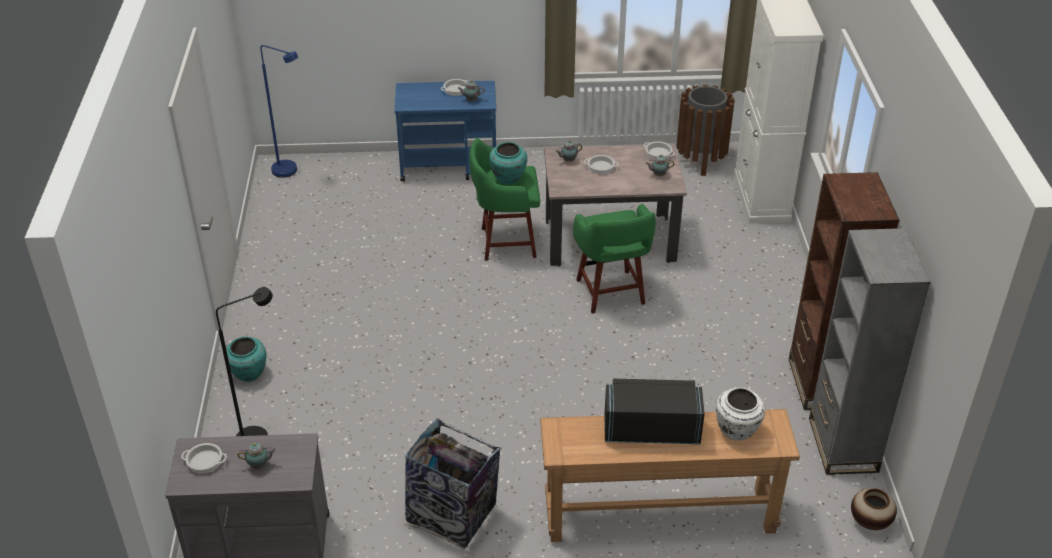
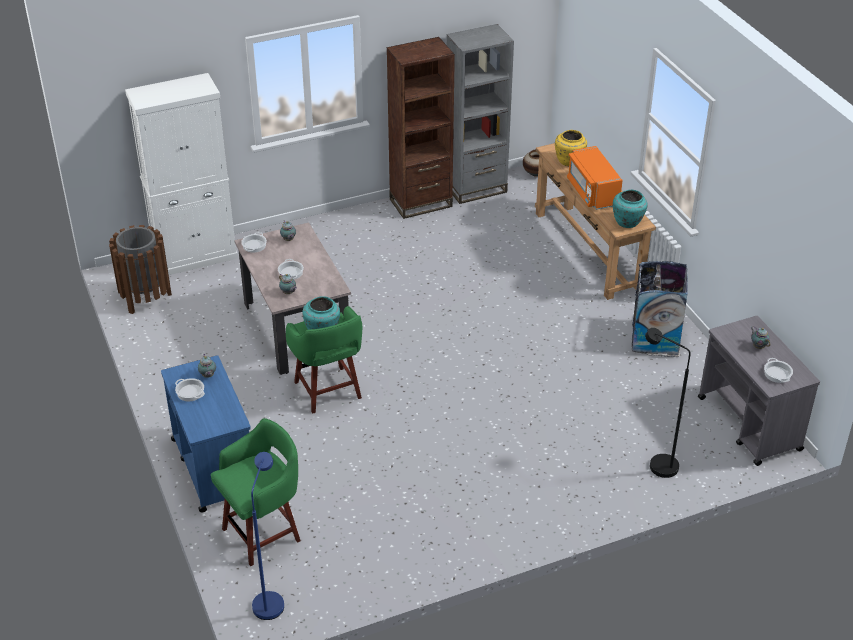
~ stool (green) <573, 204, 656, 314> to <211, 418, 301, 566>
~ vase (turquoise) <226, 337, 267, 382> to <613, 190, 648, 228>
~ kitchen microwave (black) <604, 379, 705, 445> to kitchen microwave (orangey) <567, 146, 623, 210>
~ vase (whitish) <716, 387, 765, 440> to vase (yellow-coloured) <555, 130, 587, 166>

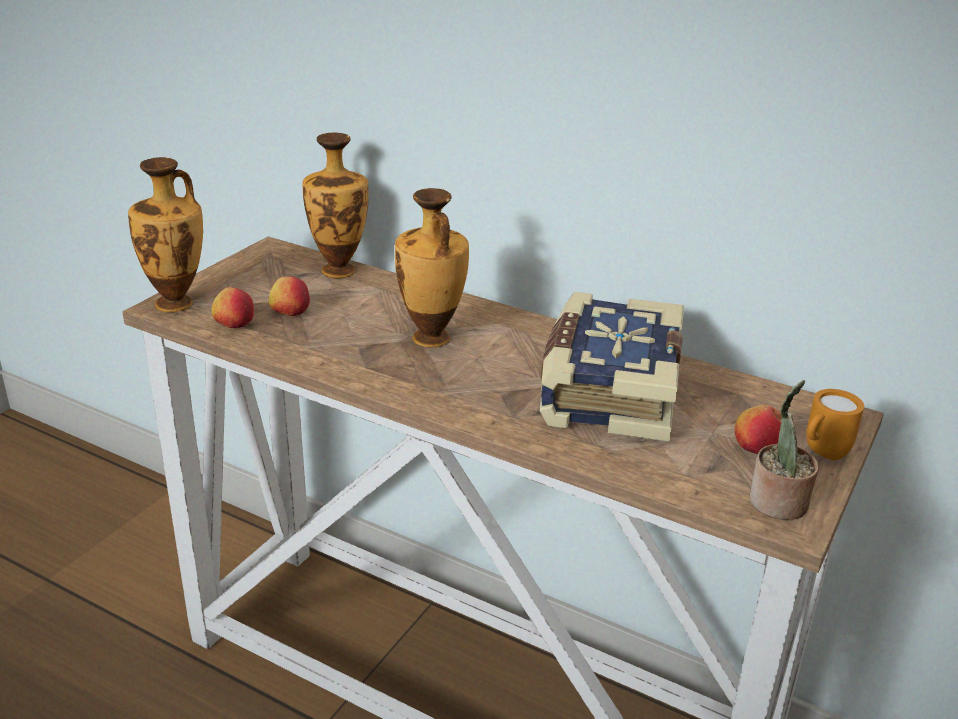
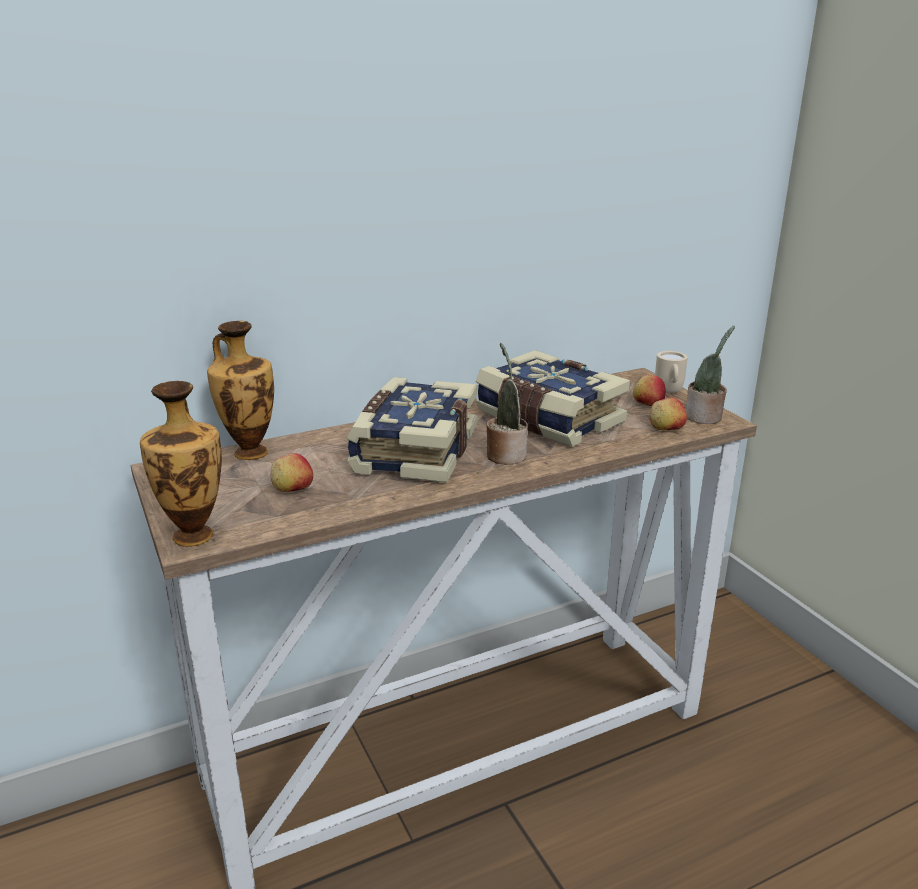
~ vase <395, 188, 469, 347> to book <346, 377, 477, 483>
~ whole apple <211, 287, 254, 328> to <649, 397, 687, 430>
~ coffee mug (orangey) <806, 389, 864, 460> to coffee mug (beige) <655, 351, 688, 393>
+ houseplant <487, 343, 528, 465>

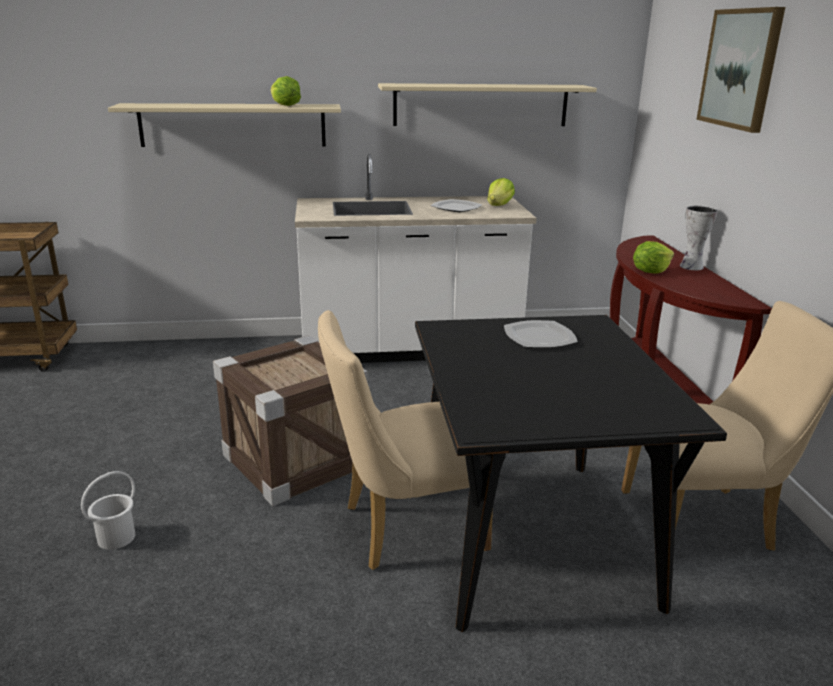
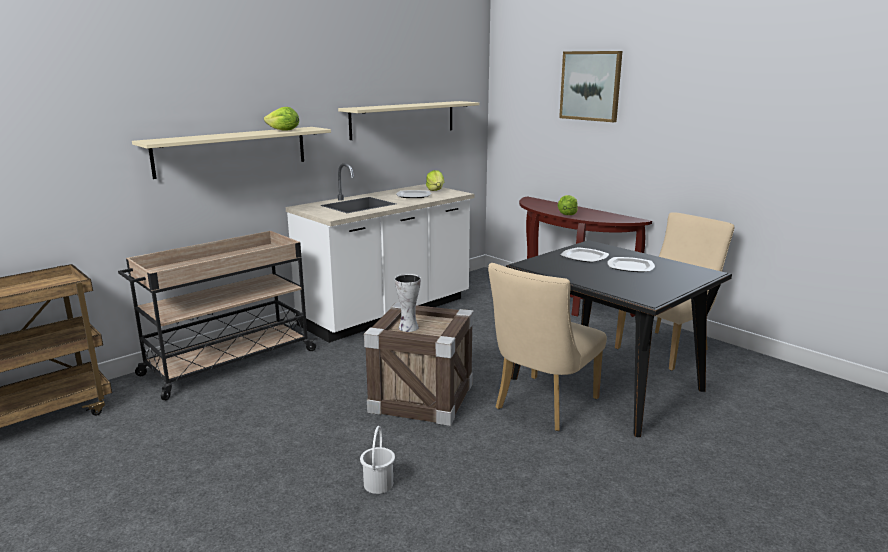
~ vase <680, 206, 718, 270> to <395, 274, 421, 332>
+ cart (beige) <118, 231, 318, 400>
+ dinner plate <607, 257, 655, 272>

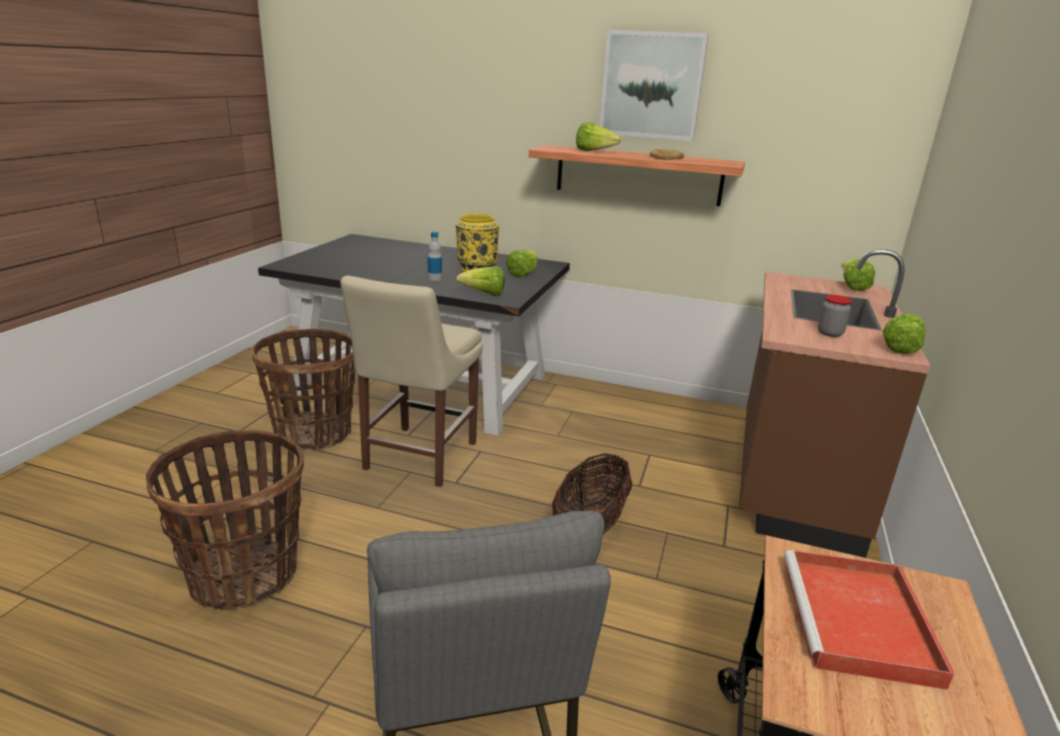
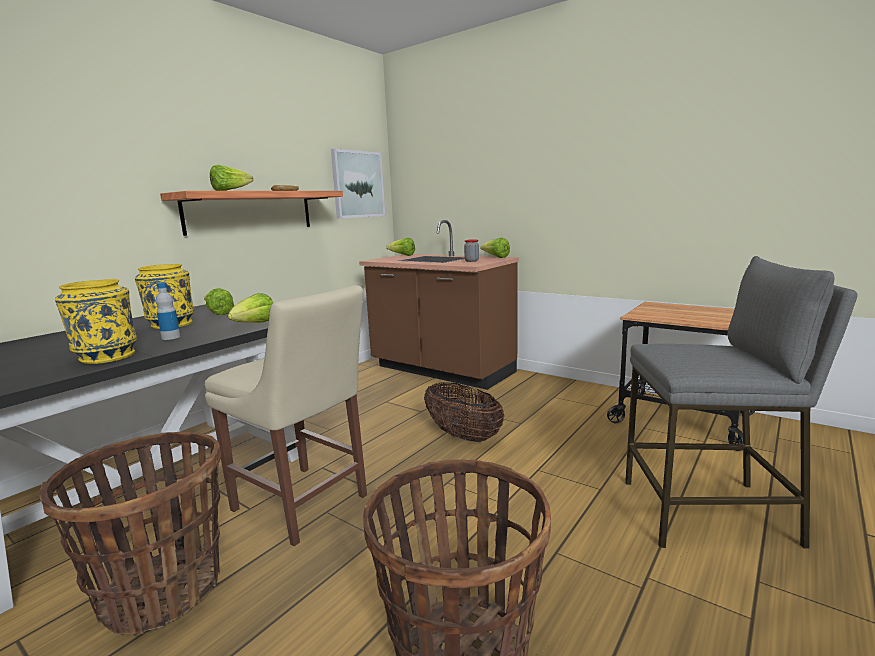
~ wall art <599, 30, 709, 141> to <331, 149, 385, 219>
- carrying tray (red-coloured) <784, 550, 955, 690>
+ vase (yellow-coloured) <55, 279, 137, 364>

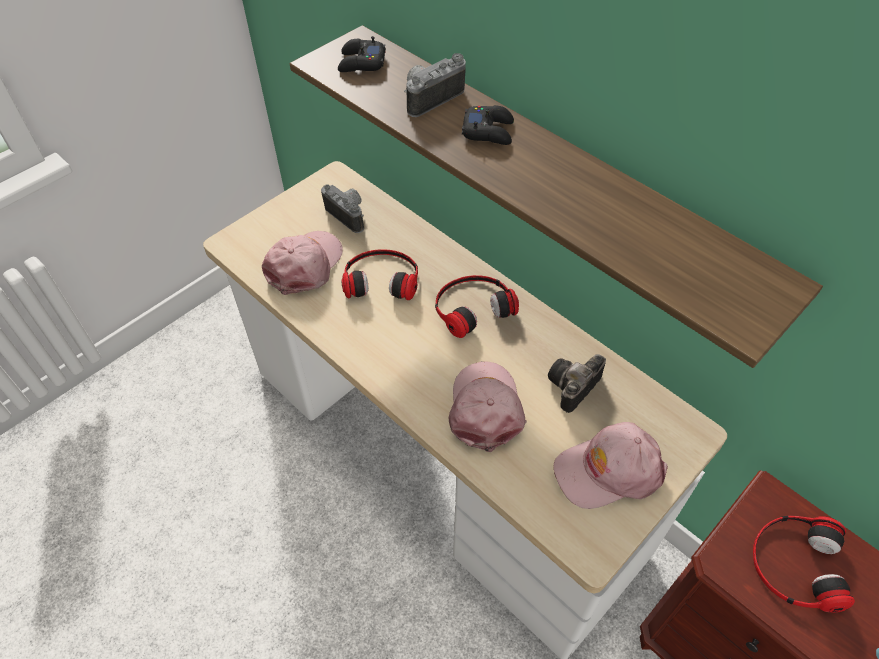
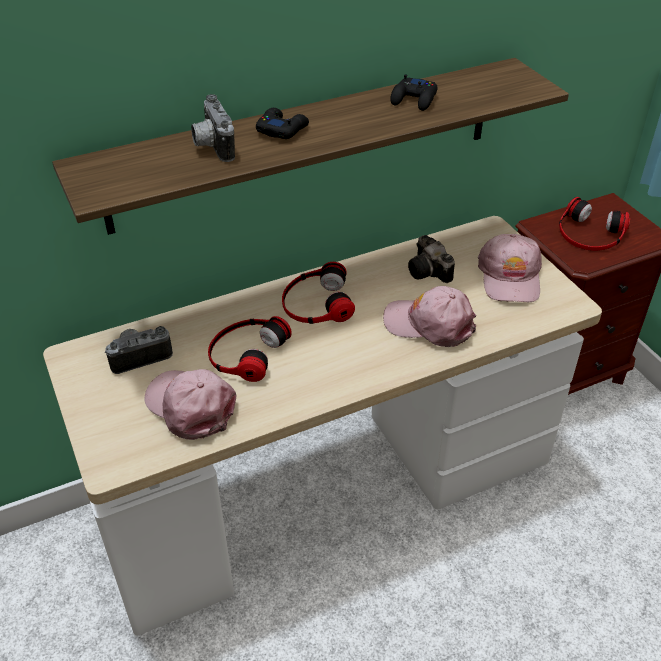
~ gamepad (black) <338, 36, 386, 72> to <390, 74, 437, 111>

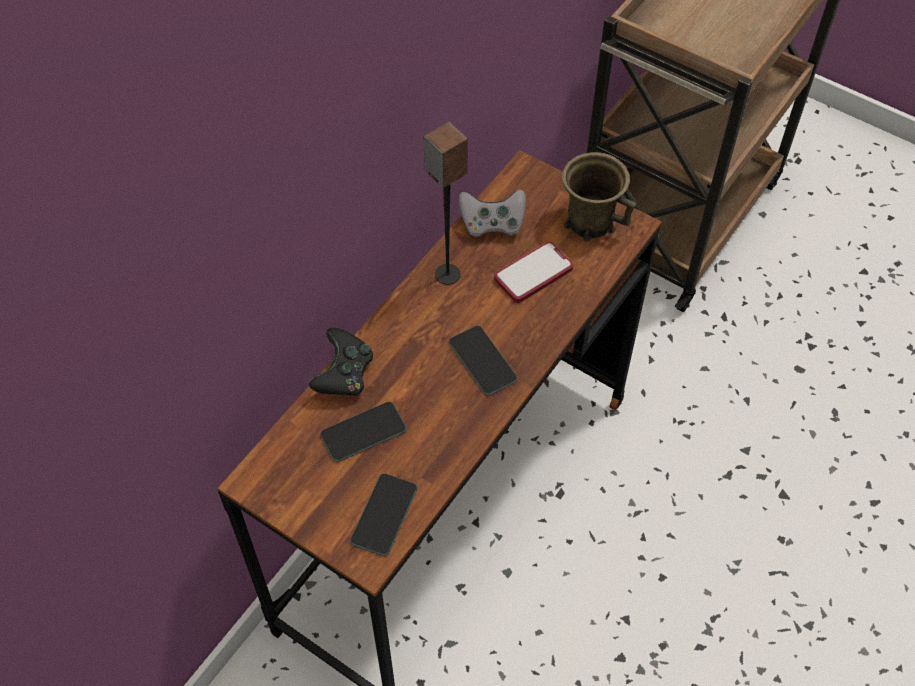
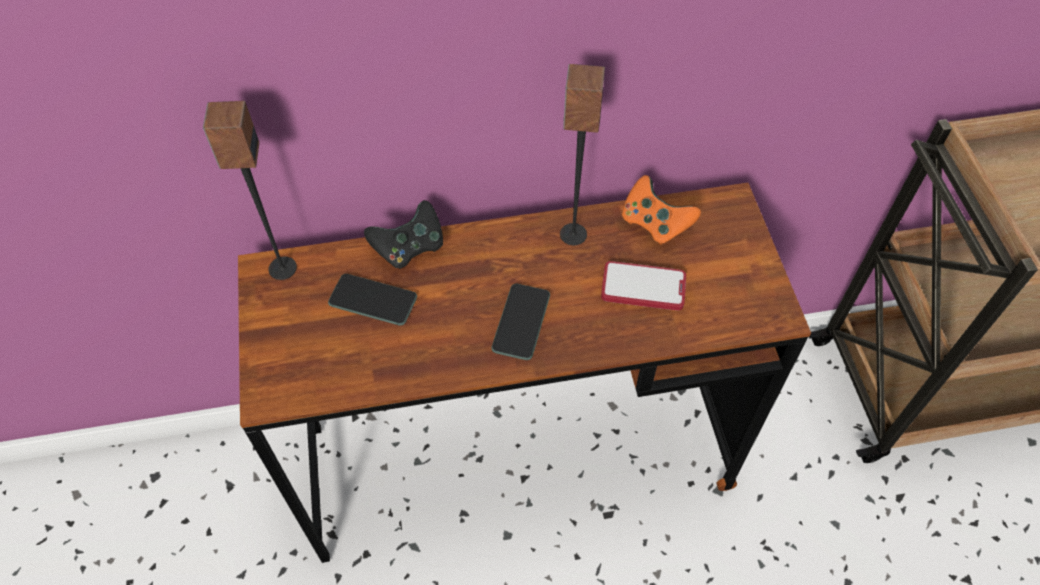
- coffee mug (brown-coloured) <562, 152, 636, 242>
~ gamepad (gray) <458, 190, 526, 238> to gamepad (orangey) <622, 175, 701, 245>
- handset <350, 473, 418, 556>
+ audio speaker <203, 101, 297, 280>

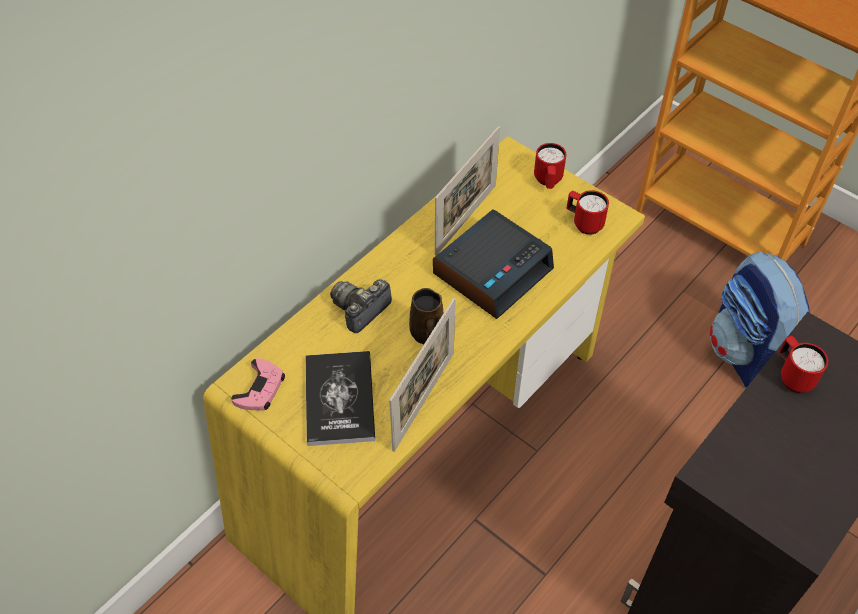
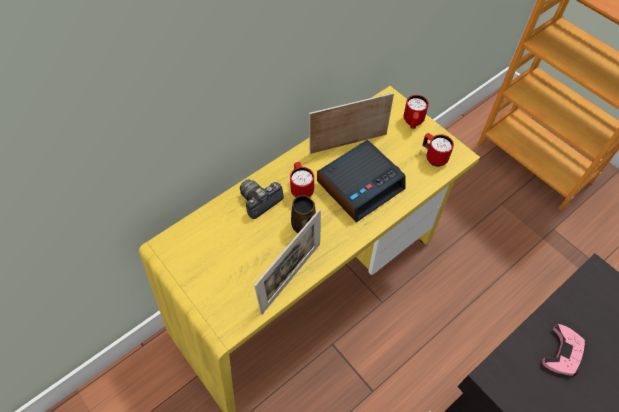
~ standing frame <435, 126, 500, 256> = <309, 93, 394, 154> 150 degrees counterclockwise
- knapsack <710, 251, 810, 388>
~ coffee mug (red-coloured) <779, 336, 828, 393> to <290, 162, 314, 197>
- book <306, 351, 375, 446>
~ gamepad (pinkish) <231, 358, 285, 411> to <542, 324, 586, 376>

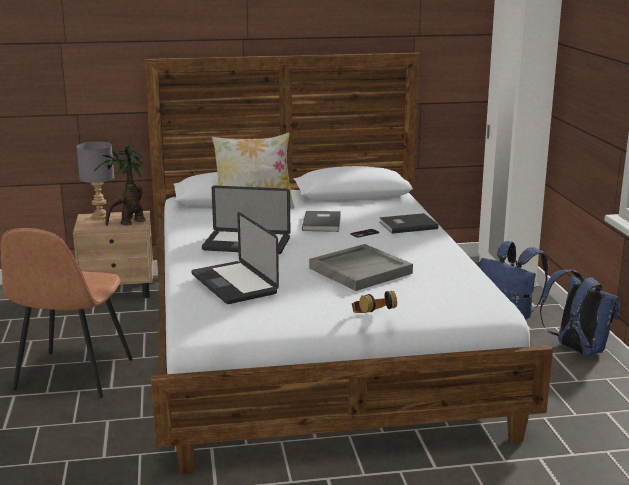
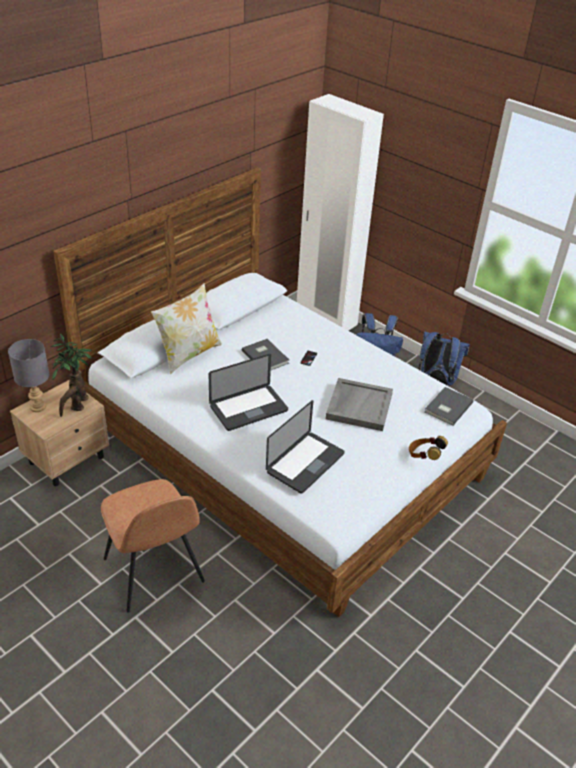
~ notebook computer <191, 212, 279, 304> = <266, 400, 345, 494> 75 degrees counterclockwise
~ book (gray) <379, 213, 439, 234> to <425, 387, 474, 426>

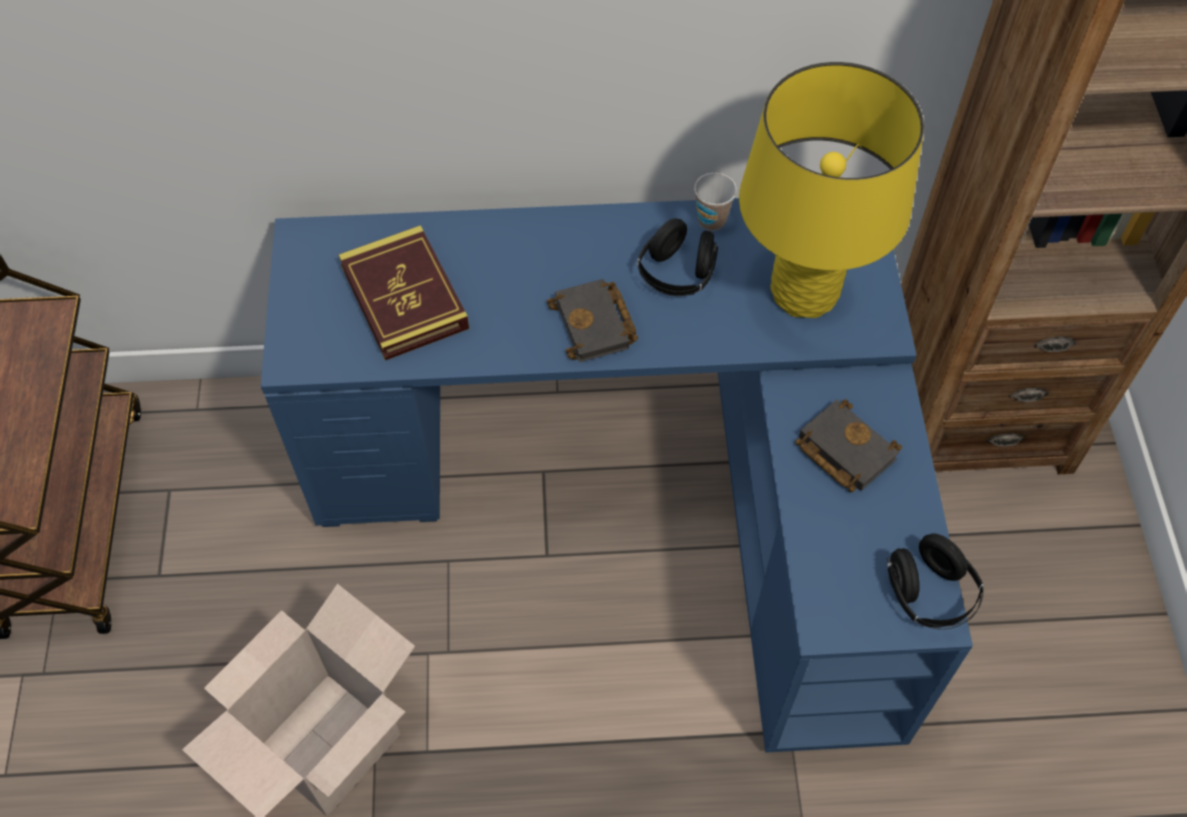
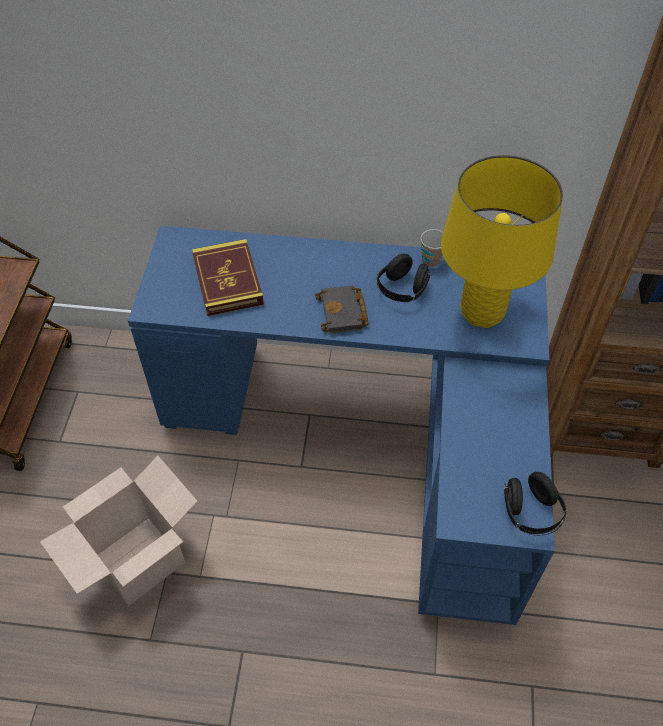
- book (black) <795, 399, 902, 492>

